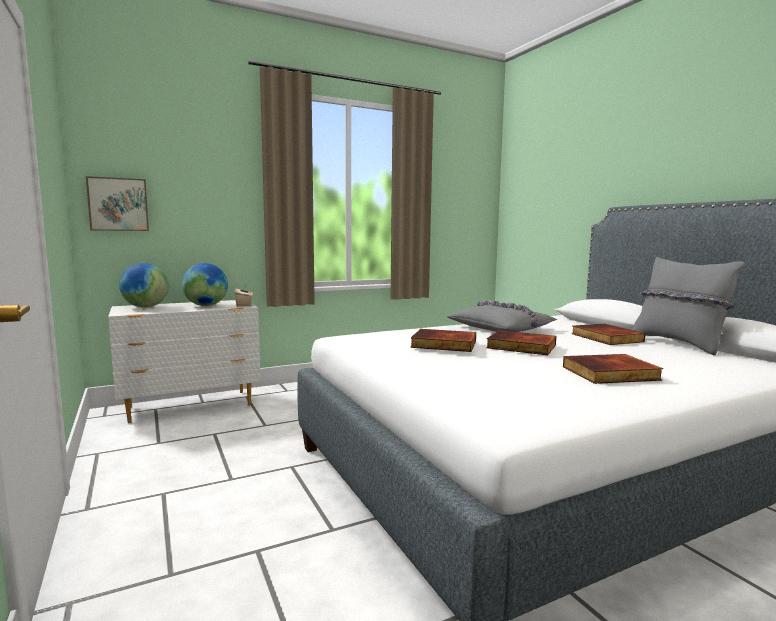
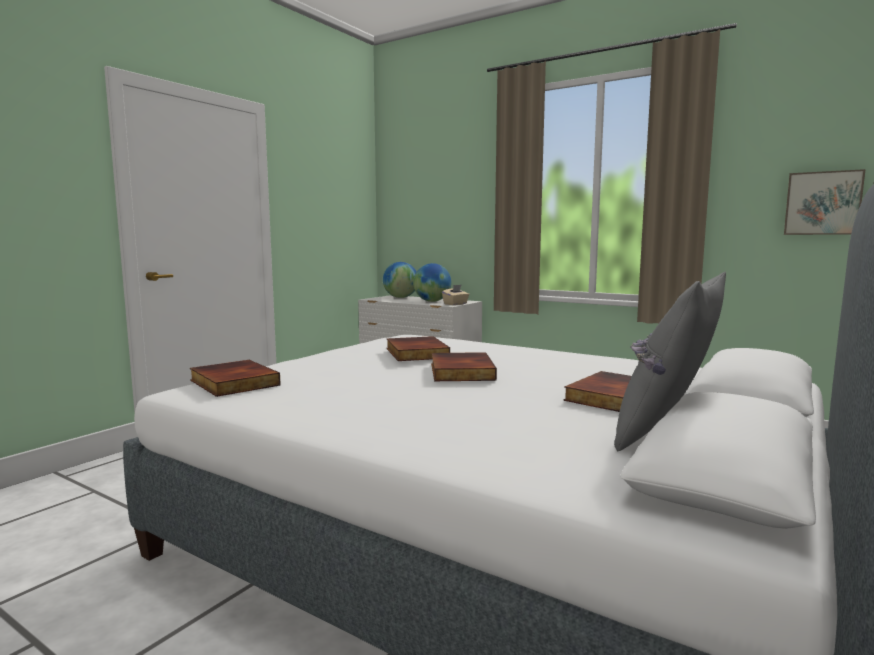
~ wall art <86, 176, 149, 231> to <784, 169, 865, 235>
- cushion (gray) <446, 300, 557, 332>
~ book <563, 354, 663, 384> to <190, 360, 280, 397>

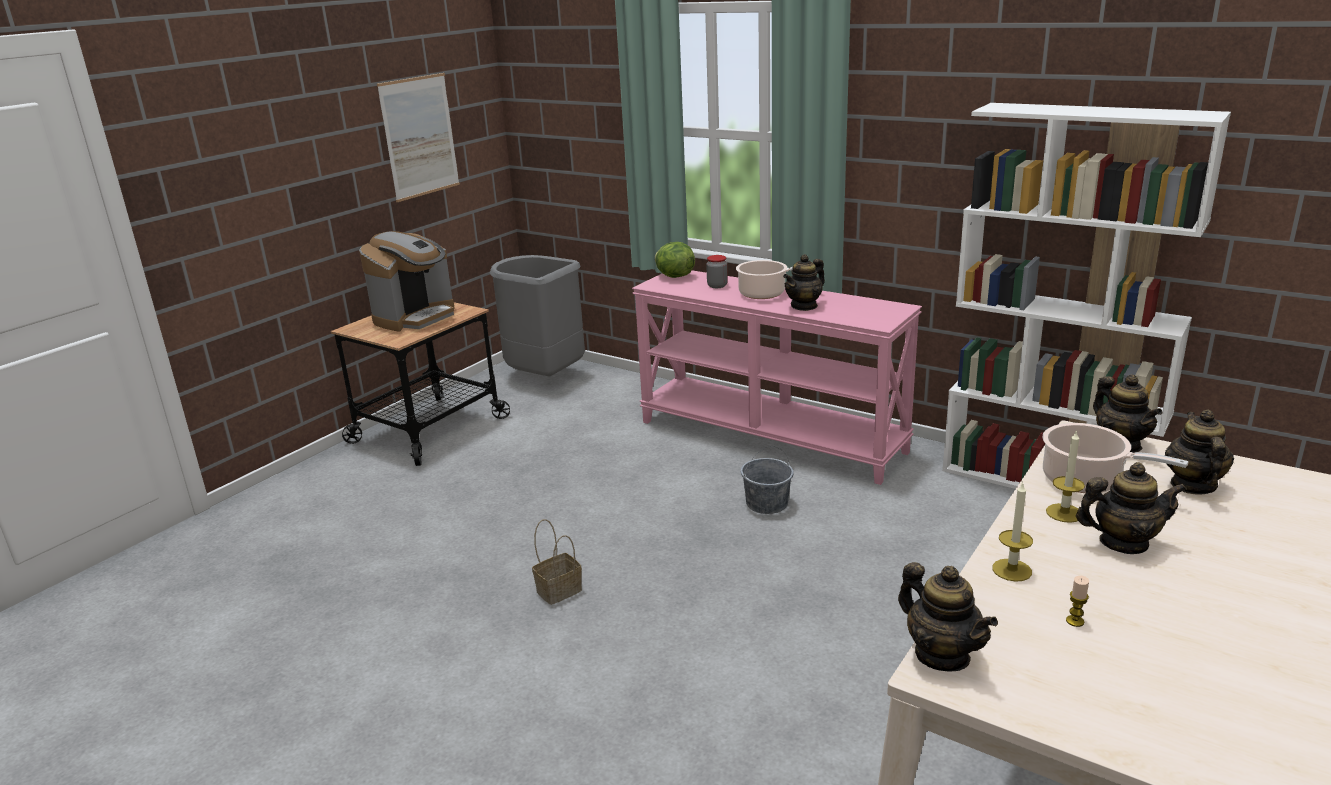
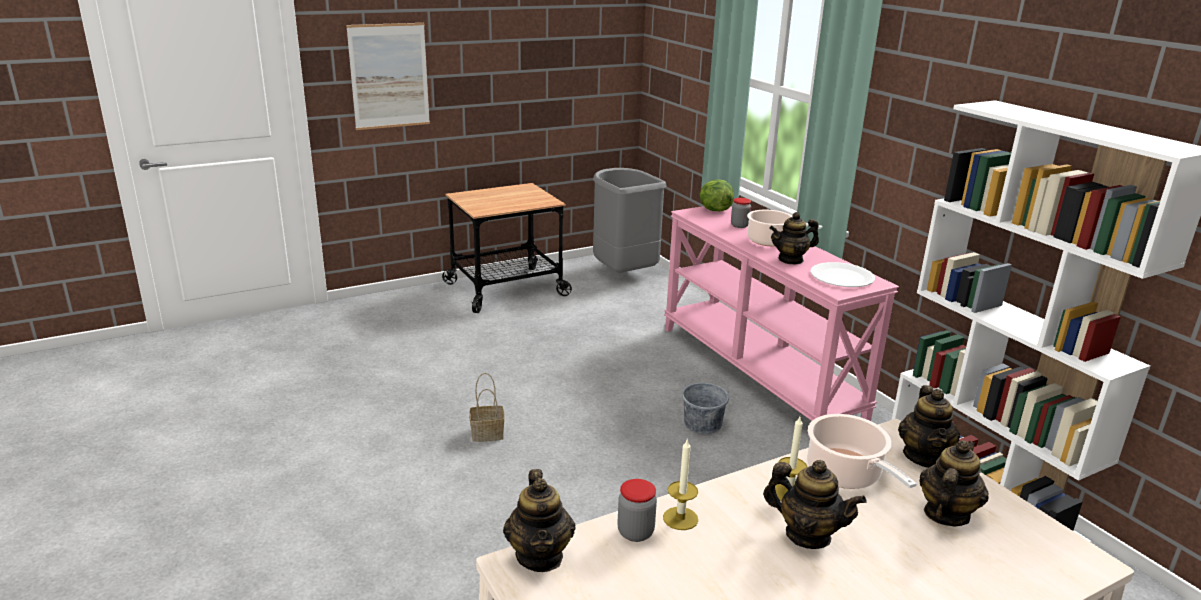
~ wall art <377, 73, 460, 202> to <346, 23, 430, 130>
- coffee brewer <359, 231, 455, 332>
- candle <1066, 576, 1089, 627>
+ dinner plate (whitish) <810, 262, 875, 287>
+ jar <617, 479, 657, 542>

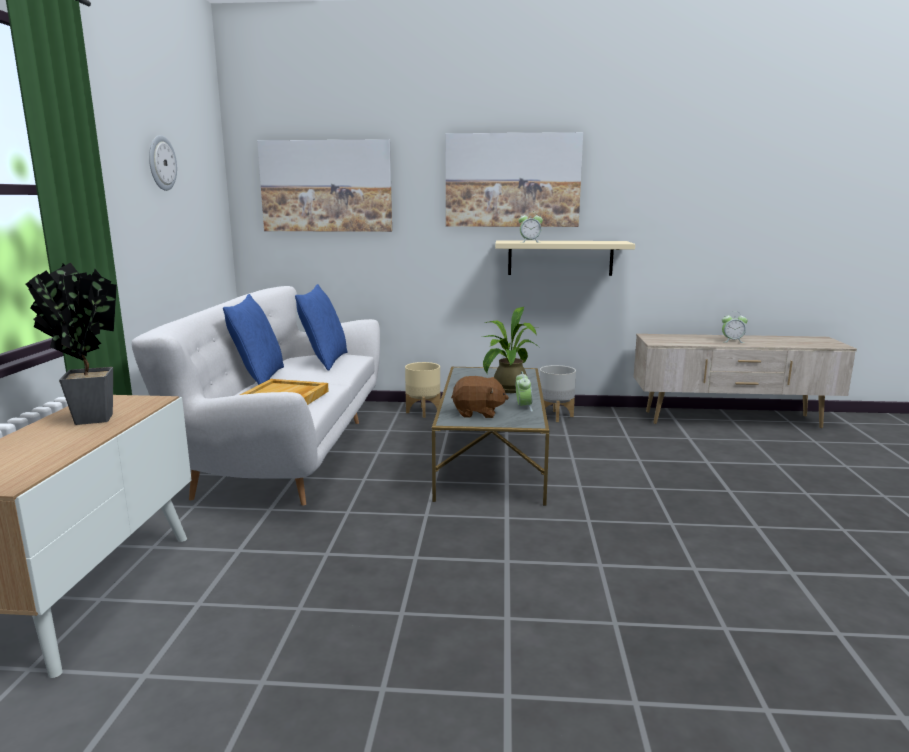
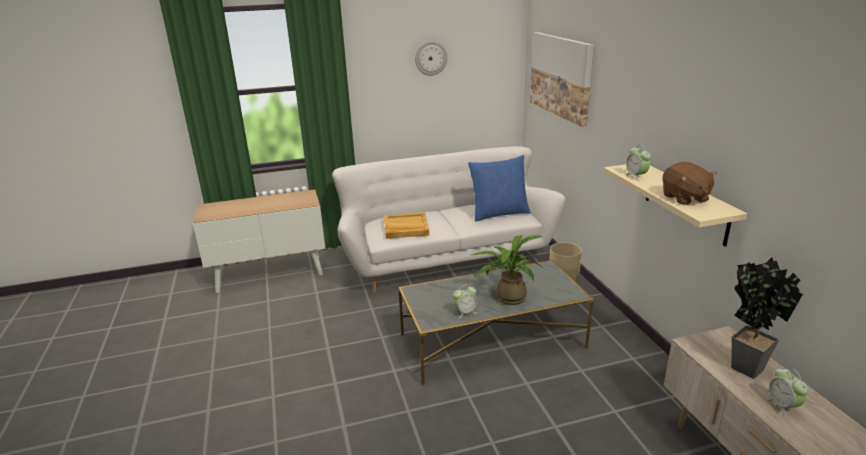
- wall art <446, 132, 583, 227>
~ houseplant <26, 262, 117, 425> to <731, 257, 803, 379>
- cushion (bluish) <223, 294, 284, 385>
- flower pot (gray) <540, 365, 576, 422>
~ soft toy (brown-coloured) <451, 376, 509, 418> to <662, 162, 717, 205>

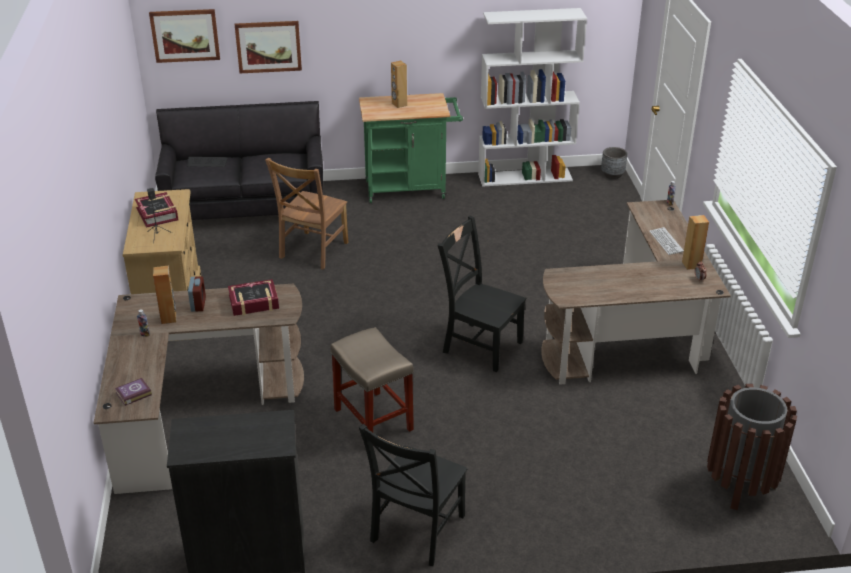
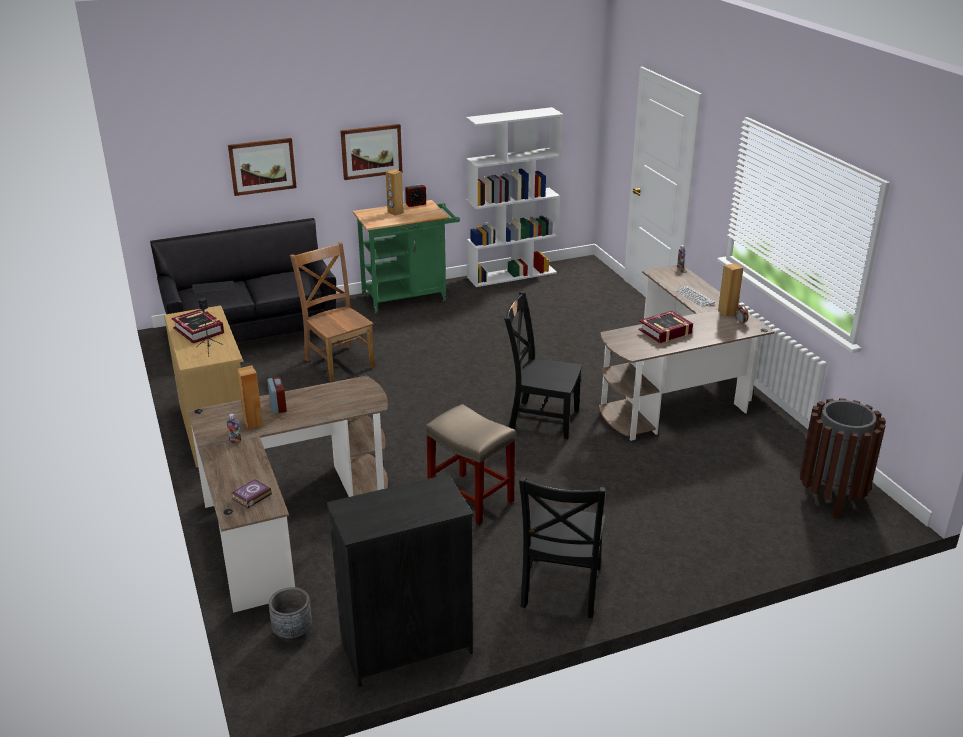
~ wall art <149, 9, 220, 63> to <340, 124, 402, 180>
~ flower pot (gray) <601, 147, 627, 179> to <268, 587, 312, 642>
~ chair (brown-coloured) <265, 158, 349, 270> = <290, 242, 375, 382> 135 degrees clockwise
~ book <228, 279, 279, 316> to <639, 311, 693, 343>
+ table clock <405, 184, 426, 207>

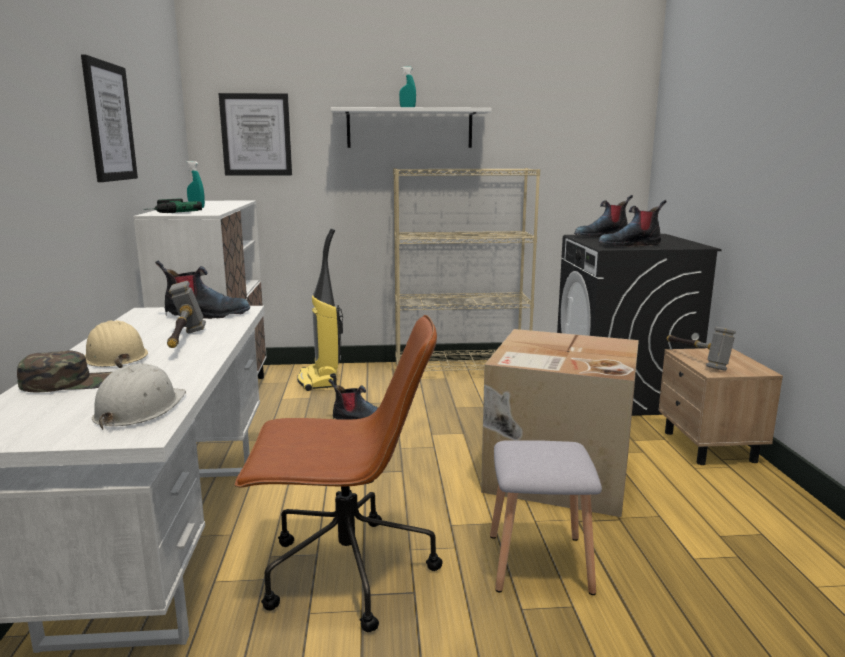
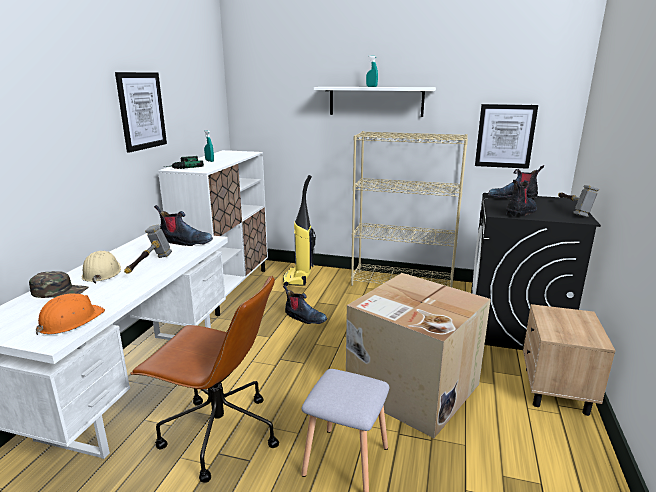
~ wall art <219, 93, 292, 176> to <475, 104, 538, 169>
~ tall boot <598, 200, 667, 247> = <506, 180, 537, 217> 120 degrees clockwise
~ tool hammer <667, 327, 736, 371> to <558, 185, 599, 217>
~ work helmet (whitish) <92, 364, 186, 430> to work helmet (orangey) <36, 294, 105, 335>

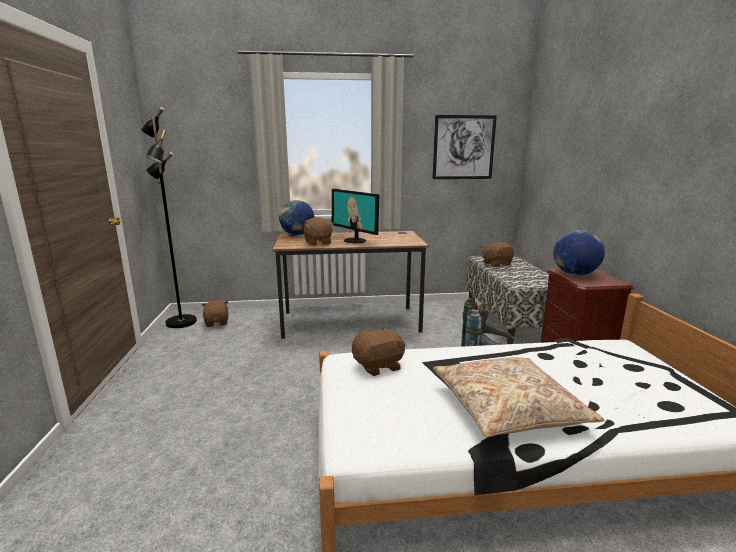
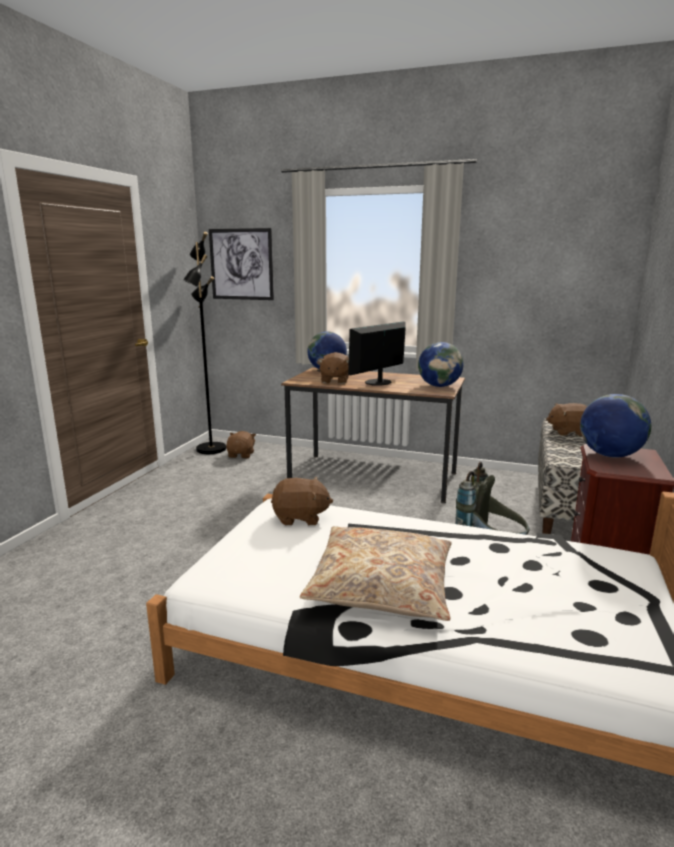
~ wall art <432, 115, 497, 179> to <209, 228, 274, 300>
~ computer display <332, 189, 380, 243> = <348, 321, 406, 386> 60 degrees clockwise
+ desk globe <418, 342, 464, 387>

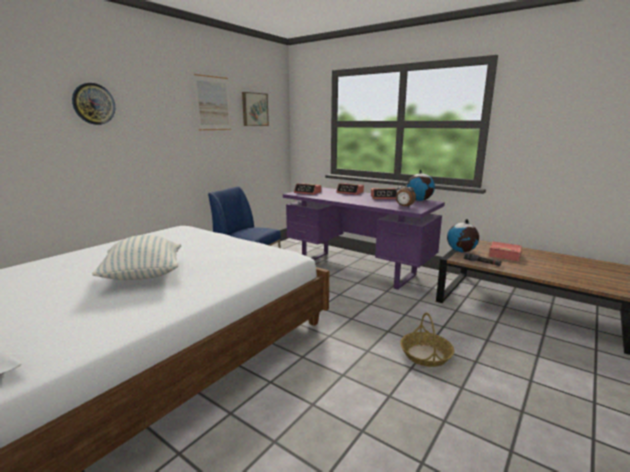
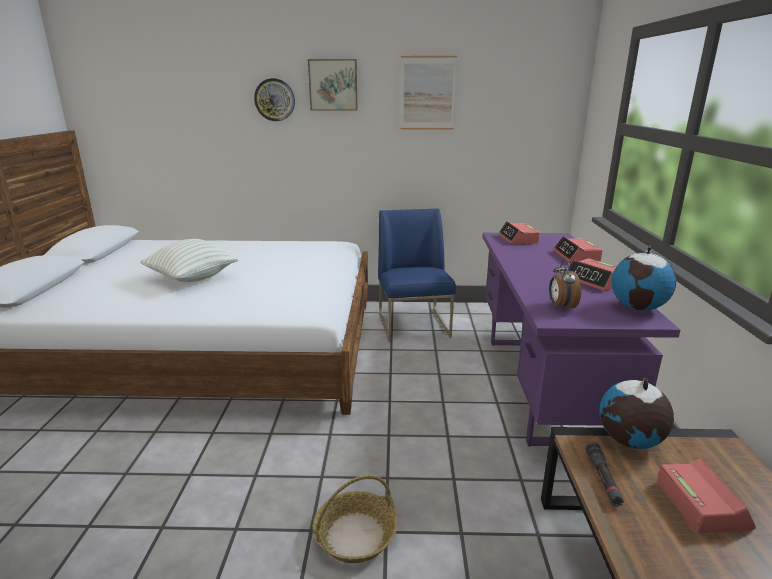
~ wall art <242, 92, 269, 126> to <308, 59, 358, 111>

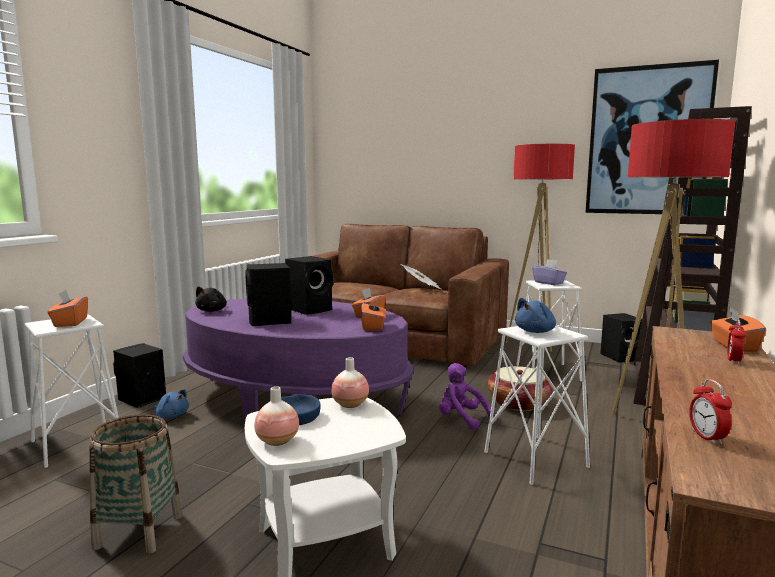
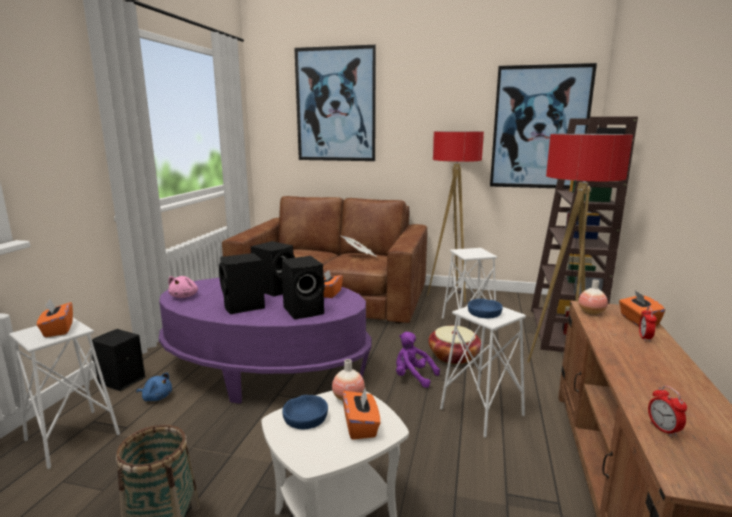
- box of tissues (purplish) <532, 259, 567, 285>
~ soft toy (black) <195, 287, 227, 312> to soft toy (pinkish) <168, 276, 198, 298>
~ box of tissues (orangey) <361, 298, 386, 330> to <343, 388, 380, 440>
~ soft toy (bluish) <515, 298, 556, 333> to deep dish (bluish) <468, 299, 503, 318>
~ audio speaker (black) <600, 313, 642, 362> to <281, 256, 325, 319>
~ vase <254, 386, 299, 446> to <578, 280, 608, 315>
+ wall art <294, 45, 376, 161>

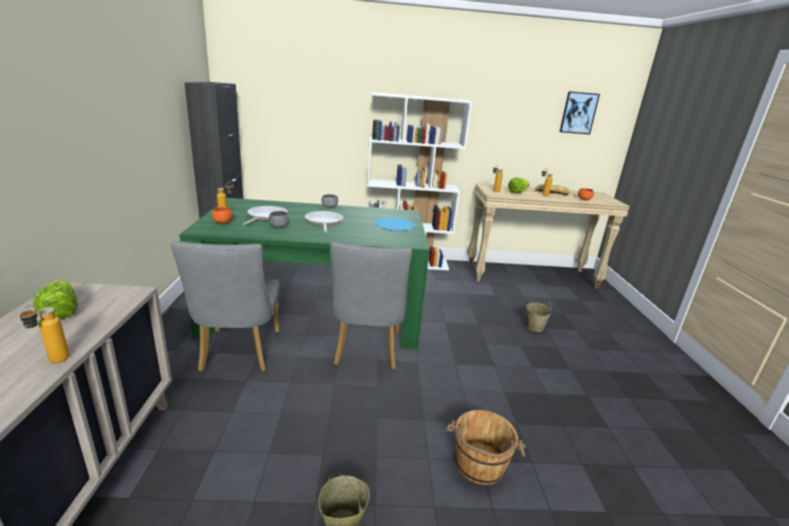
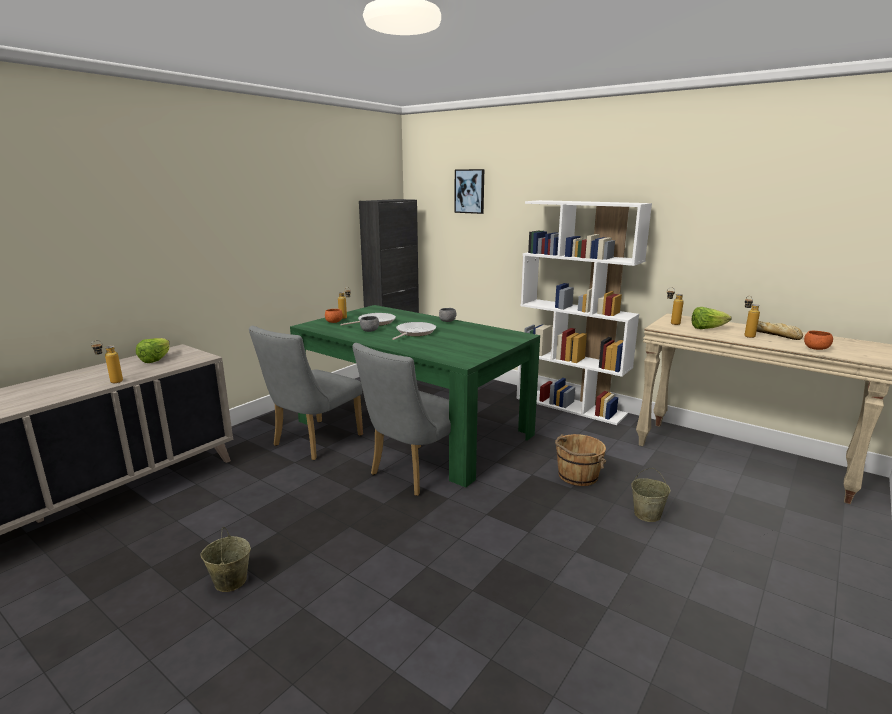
~ wall art <560, 91, 600, 134> to <454, 169, 484, 214>
- dinner plate (bluish) <375, 217, 415, 231>
~ water bucket (brown-coloured) <445, 410, 526, 485> to <555, 434, 606, 486>

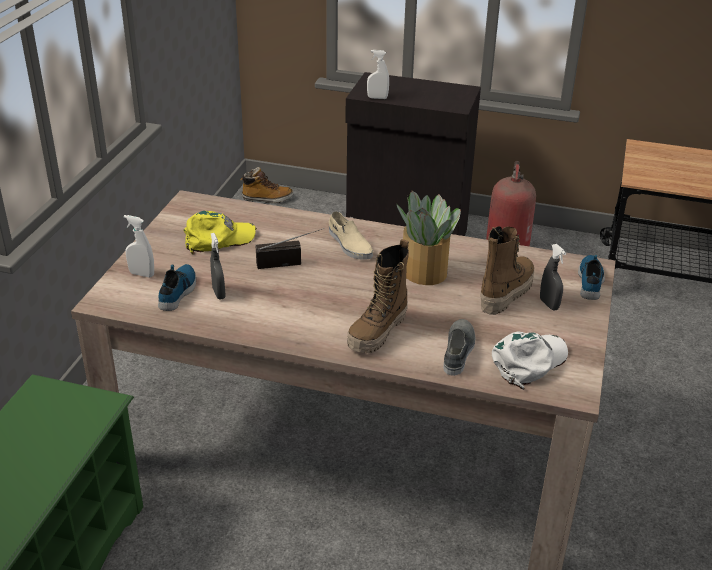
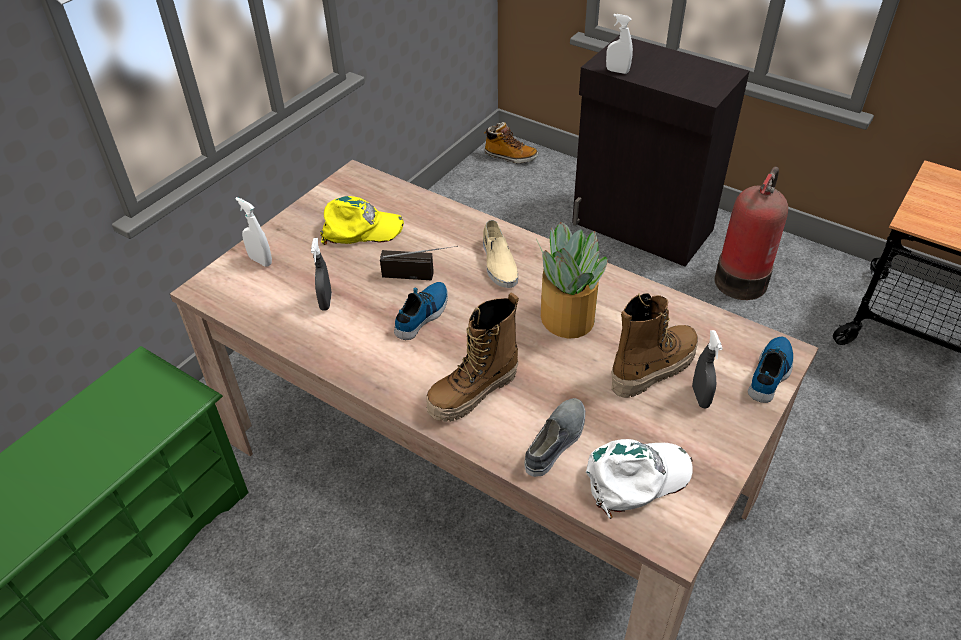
~ item of footwear <158, 264, 196, 311> to <394, 282, 448, 340>

